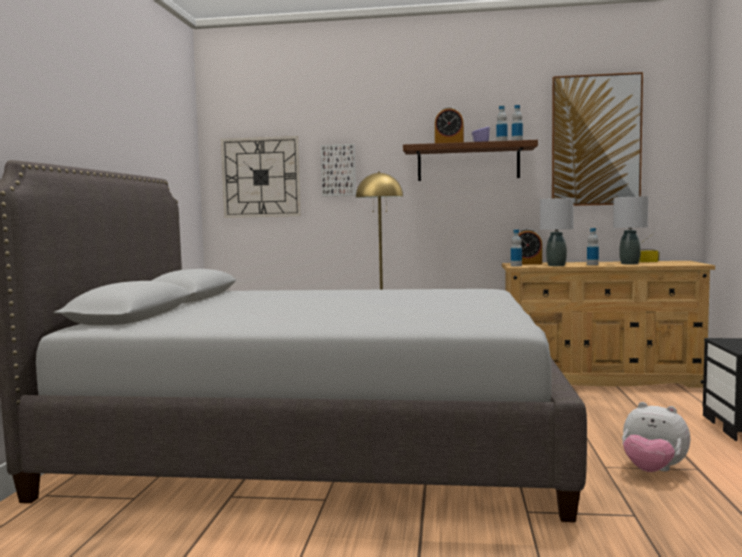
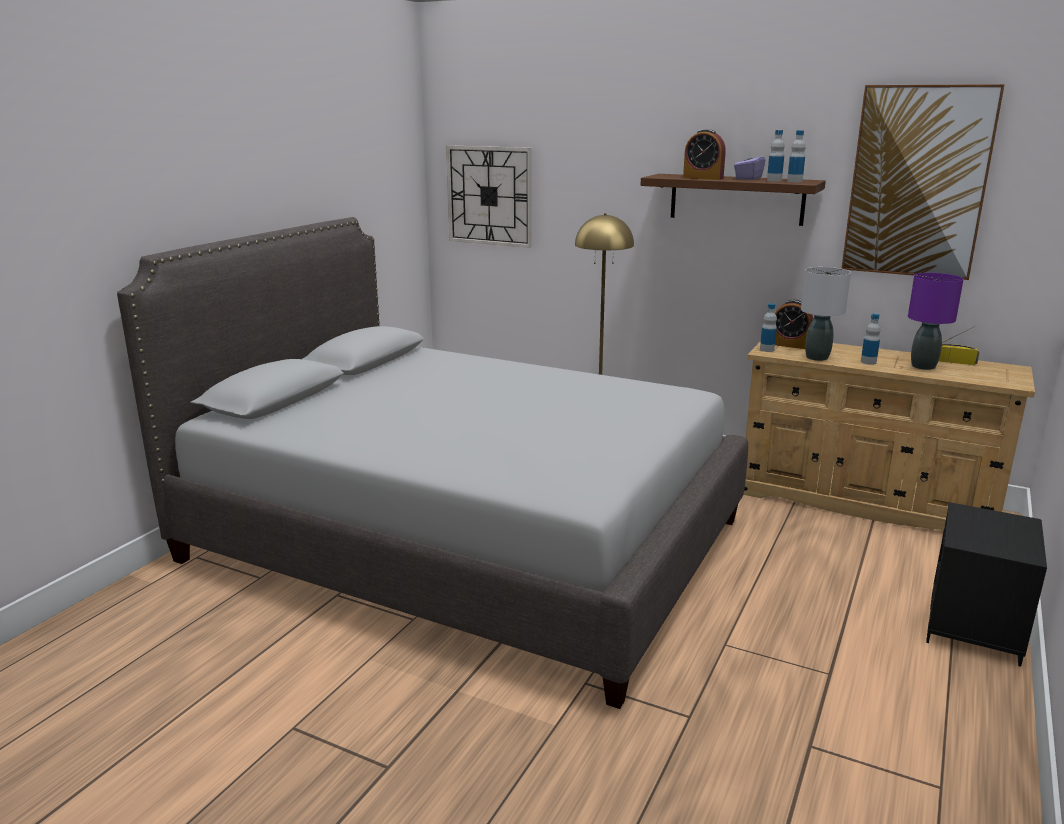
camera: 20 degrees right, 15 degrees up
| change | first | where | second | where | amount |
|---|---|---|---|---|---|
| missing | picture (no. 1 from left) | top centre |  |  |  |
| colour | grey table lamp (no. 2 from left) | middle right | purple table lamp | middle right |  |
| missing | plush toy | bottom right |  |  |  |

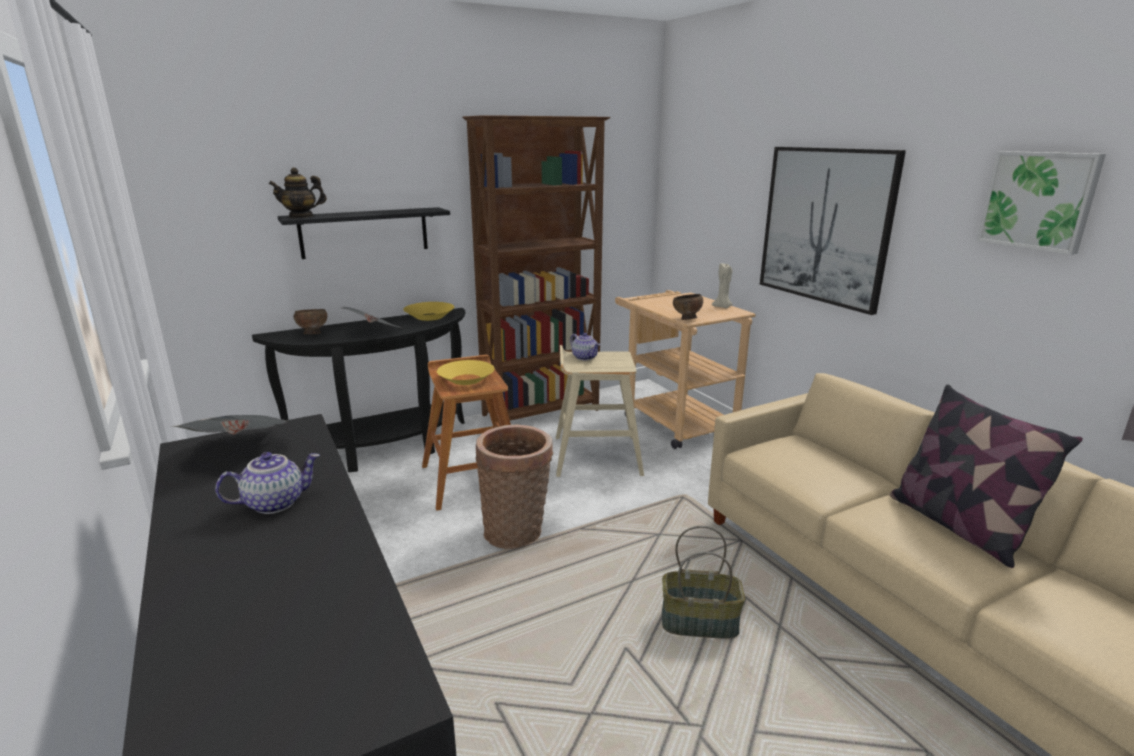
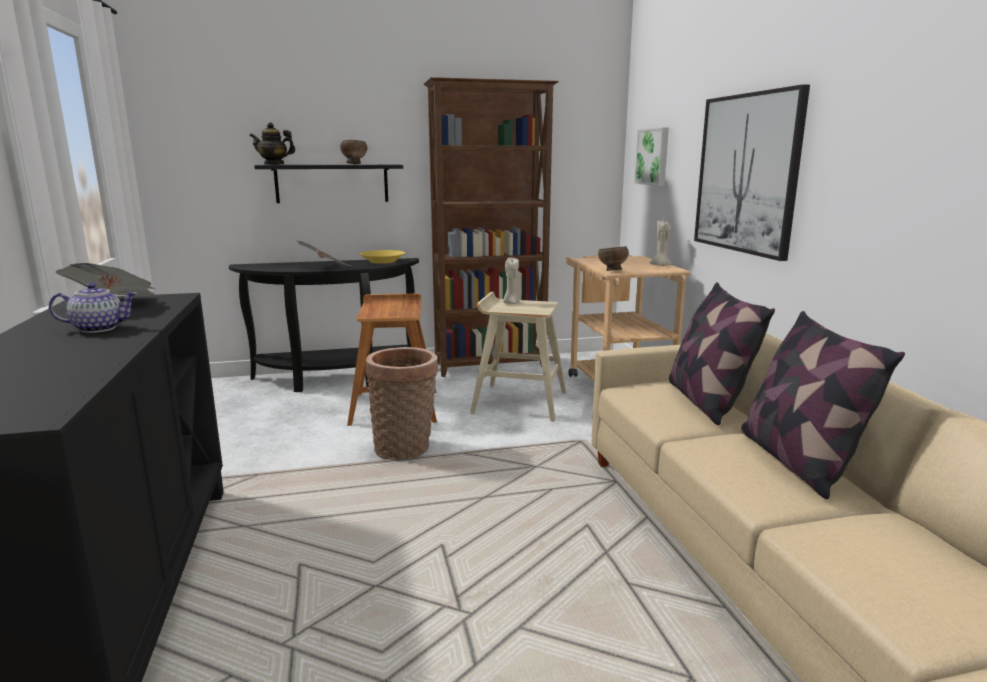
camera: 15 degrees right, 5 degrees down
| change | first | where | second | where | amount |
|---|---|---|---|---|---|
| relocated | brown bowl (no. 1 from left) | middle left |  | top centre |  |
| missing | yellow bowl (no. 2 from left) | centre |  |  |  |
| exchanged | teapot (no. 3 from left) | centre | beige candle (no. 1 from left) | centre |  |
| missing | basket (no. 2 from left) | bottom centre |  |  |  |
| relocated | picture (no. 2 from left in the first image) | top right | picture (no. 1 from left) | top centre |  |
| appeared |  |  | pillow (no. 1 from left) | middle right |  |

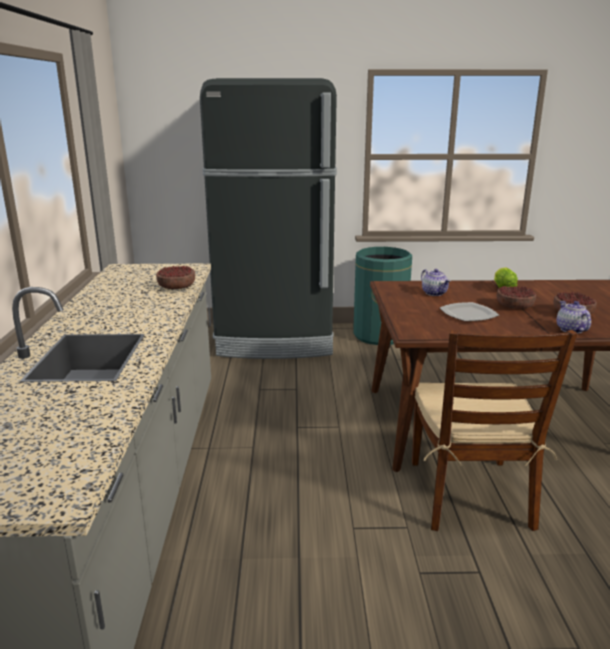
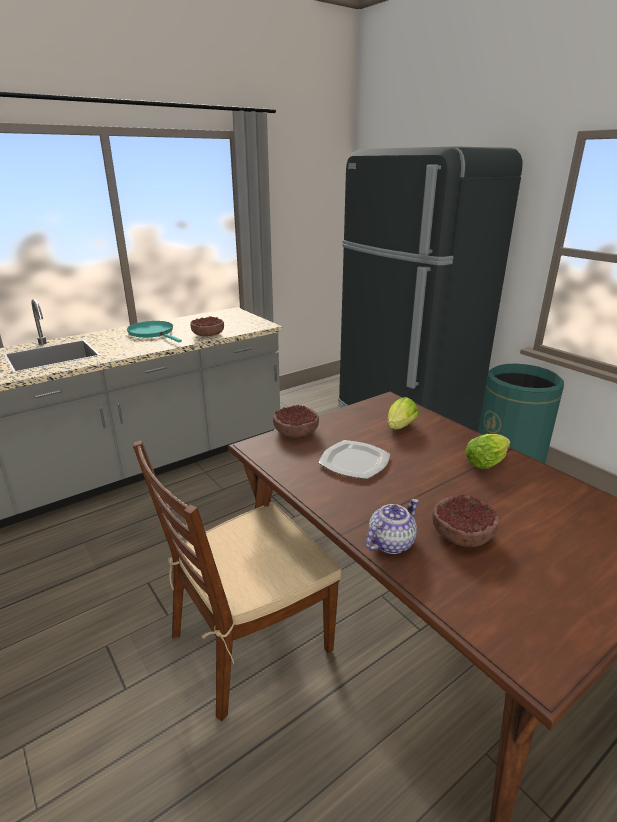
camera: 55 degrees right, 5 degrees up
| change | first | where | second | where | amount |
|---|---|---|---|---|---|
| exchanged | teapot (no. 1 from left) | middle right | lettuce (no. 1 from left) | centre |  |
| relocated | bowl (no. 2 from left) | middle right |  | centre |  |
| appeared |  |  | turquoise frying pan | middle left |  |

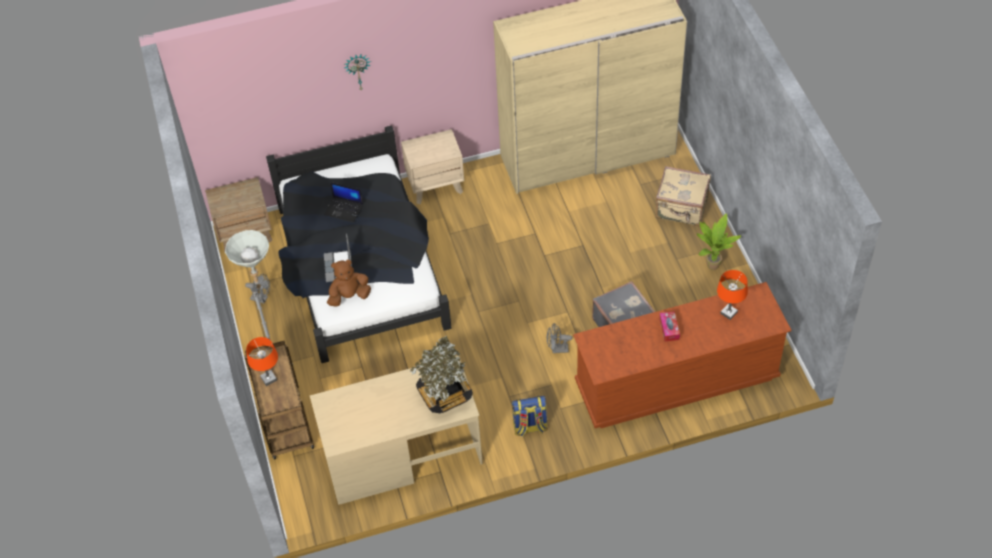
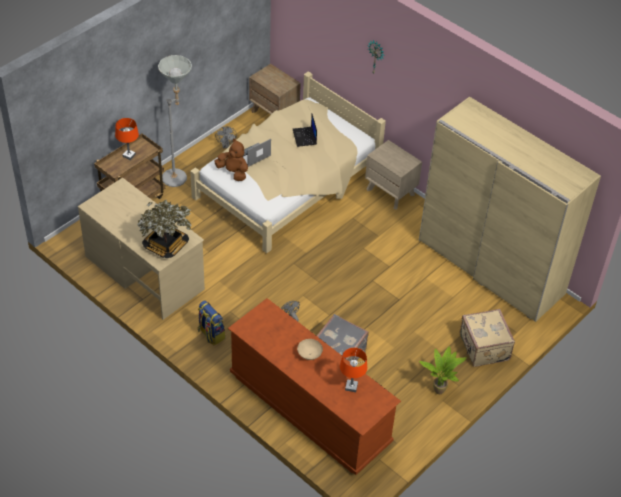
camera: 55 degrees right, 5 degrees down
| change | first | where | second | where | amount |
|---|---|---|---|---|---|
| colour | black bed | centre | beige bed | top centre |  |
| exchanged | tissue box | middle right | beige bowl | bottom centre |  |

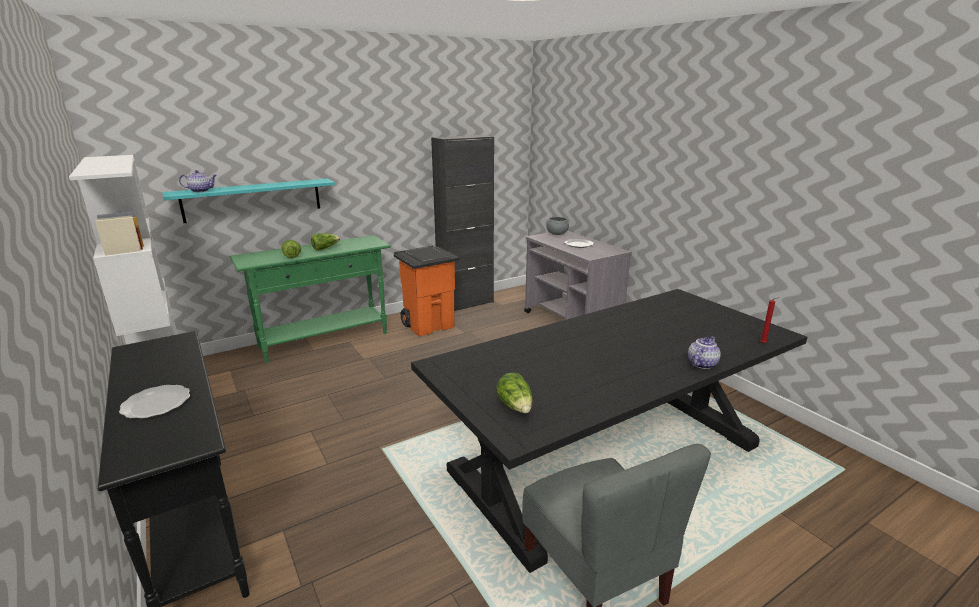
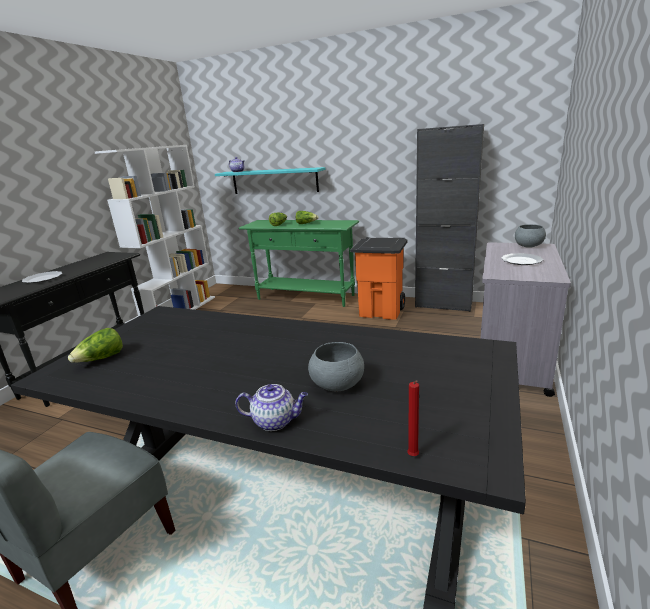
camera: 55 degrees right, 0 degrees up
| change | first | where | second | where | amount |
|---|---|---|---|---|---|
| appeared |  |  | grey bowl (no. 1 from left) | centre |  |

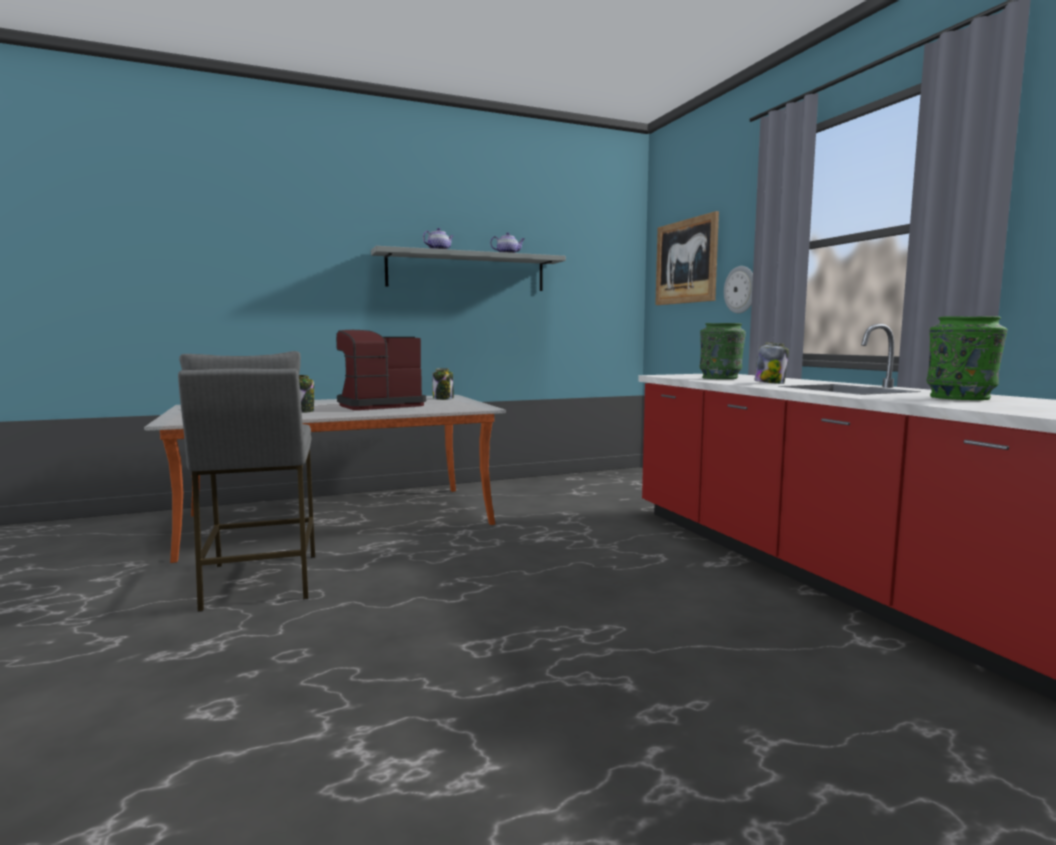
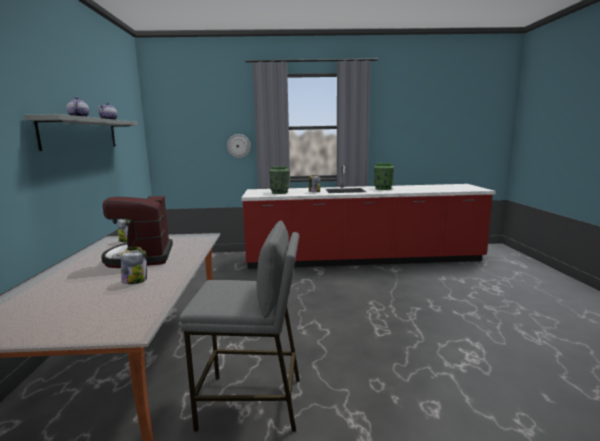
camera: 70 degrees left, 5 degrees up
| change | first | where | second | where | amount |
|---|---|---|---|---|---|
| missing | picture | top centre |  |  |  |

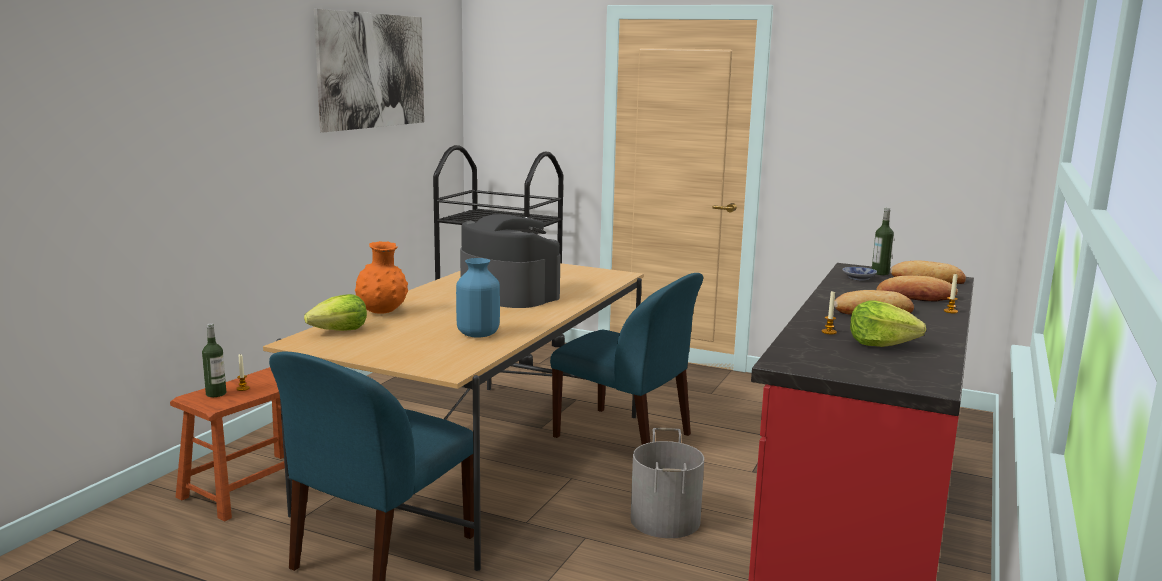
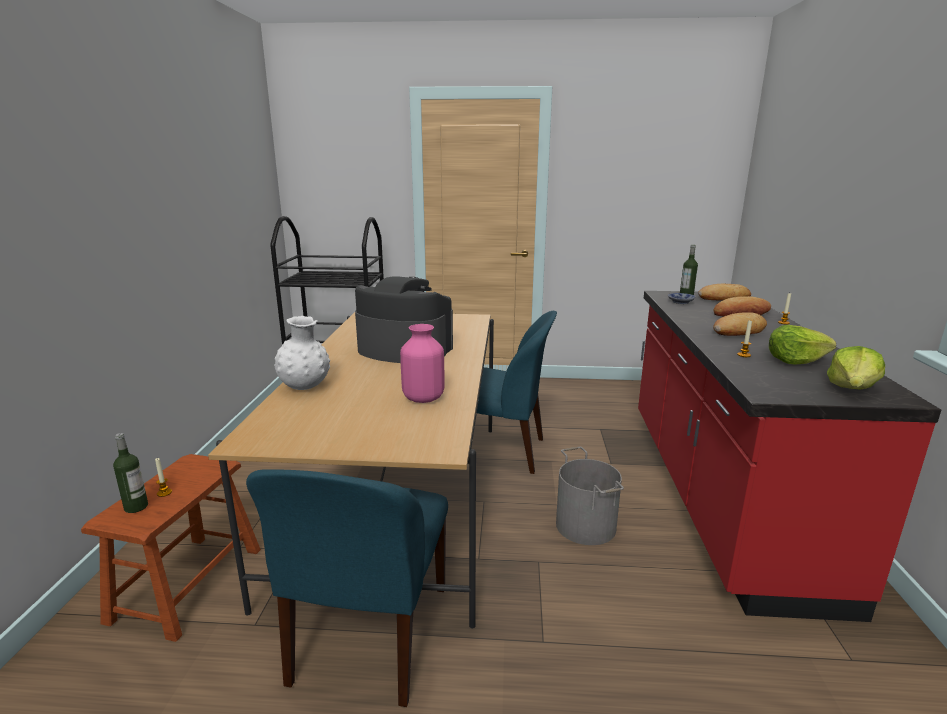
camera: 20 degrees left, 5 degrees up
| change | first | where | second | where | amount |
|---|---|---|---|---|---|
| relocated | lettuce (no. 1 from left in the first image) | middle left | lettuce (no. 2 from left) | middle right |  |
| missing | picture | top left |  |  |  |
| colour | orange vase | middle left | white vase | middle left |  |
| colour | blue vase | centre | pink vase | centre |  |

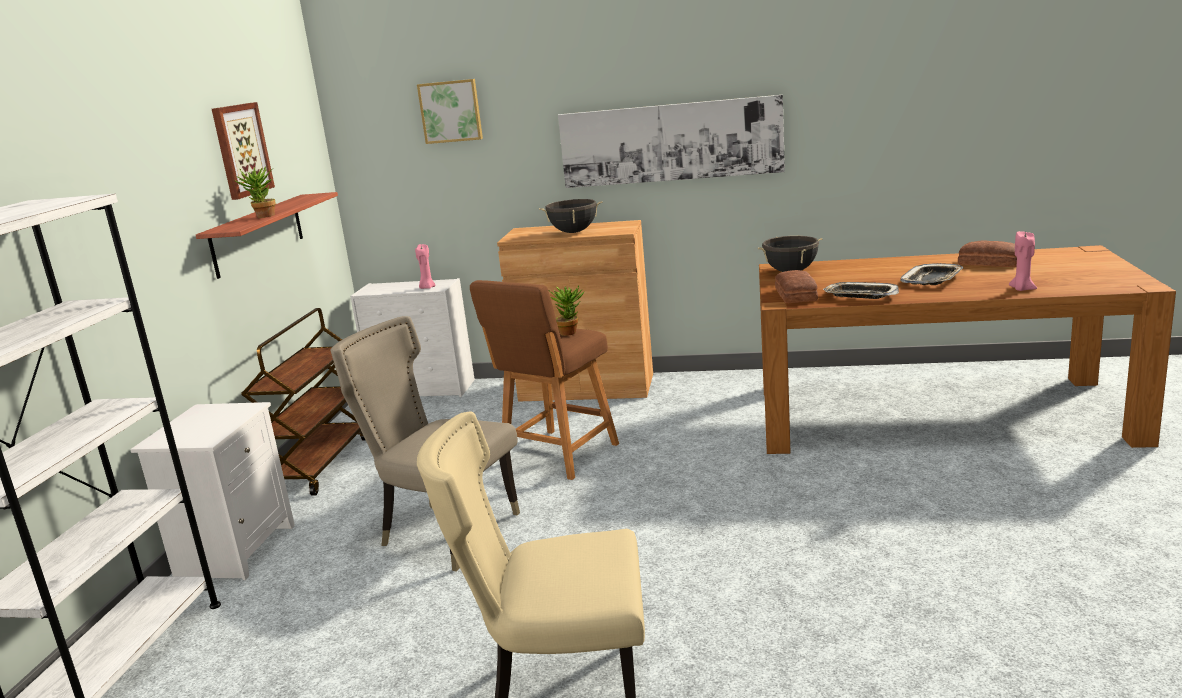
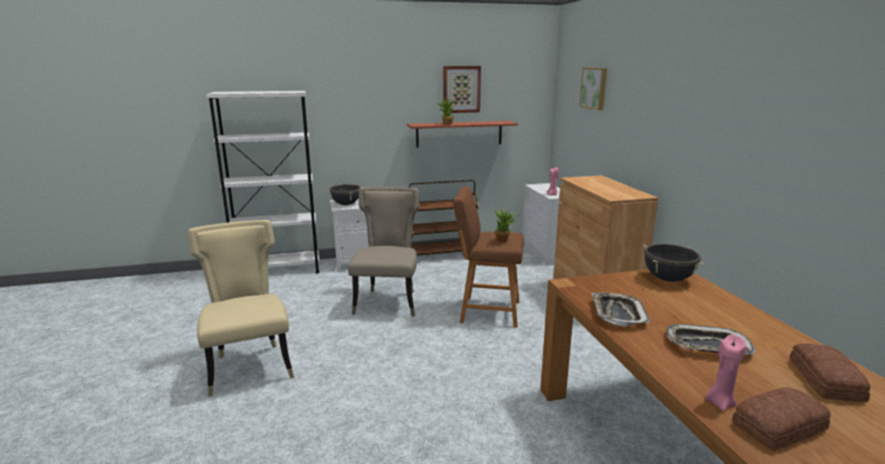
camera: 65 degrees right, 0 degrees up
| change | first | where | second | where | amount |
|---|---|---|---|---|---|
| relocated | black cooking pot (no. 1 from left) | top centre |  | centre |  |
| missing | picture (no. 3 from left) | top centre |  |  |  |
| relocated | bread (no. 1 from left) | middle right |  | bottom right |  |

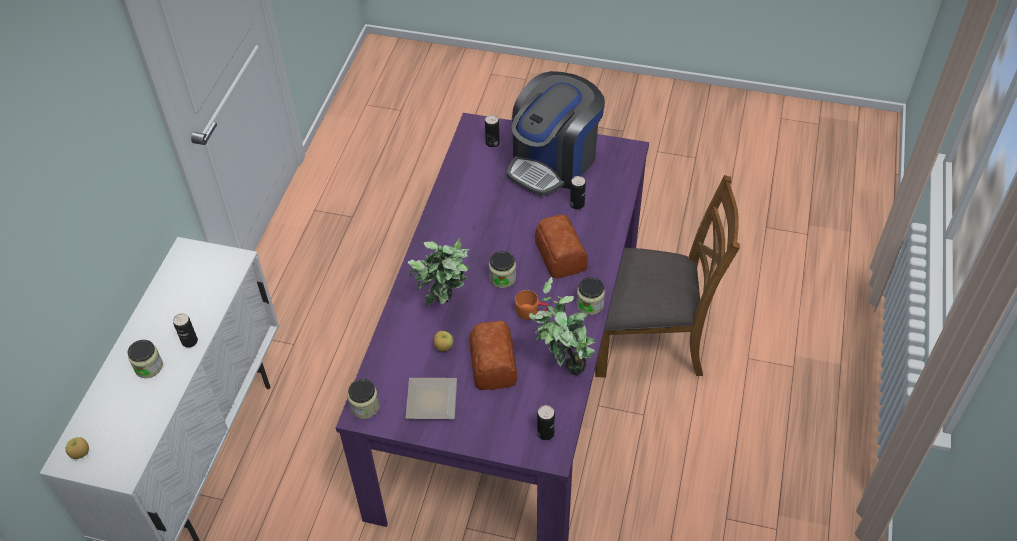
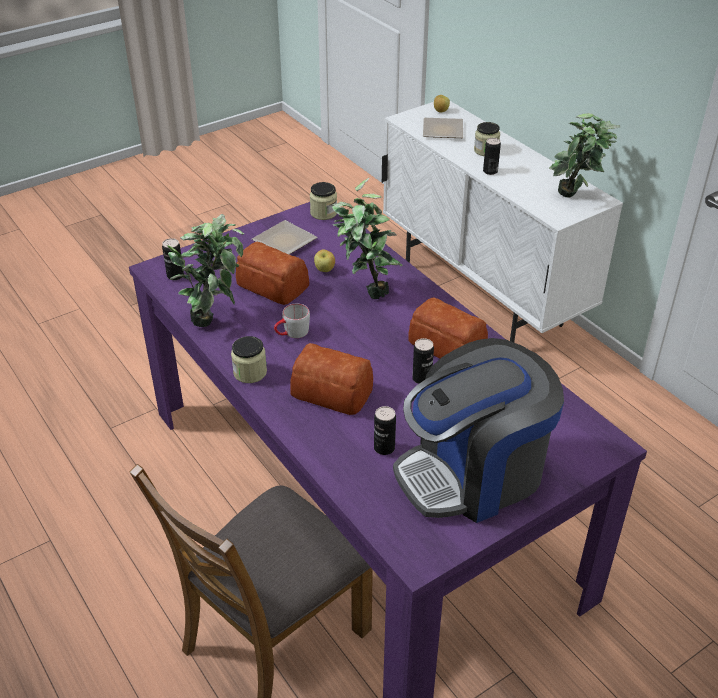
camera: 130 degrees right, 10 degrees down
| change | first | where | second | where | amount |
|---|---|---|---|---|---|
| relocated | can (no. 2 from left in the first image) | top centre | can (no. 3 from left) | centre |  |
| missing | jar (no. 3 from left) | centre |  |  |  |
| spun | coffee machine | top centre |  | centre | 105 degrees counterclockwise |
| colour | orange mug | centre | grey mug | centre |  |
| appeared |  |  | bread (no. 3 from left) | centre |  |
| appeared |  |  | plate (no. 2 from left) | top centre |  |
| appeared |  |  | potted plant (no. 3 from left) | top right |  |

